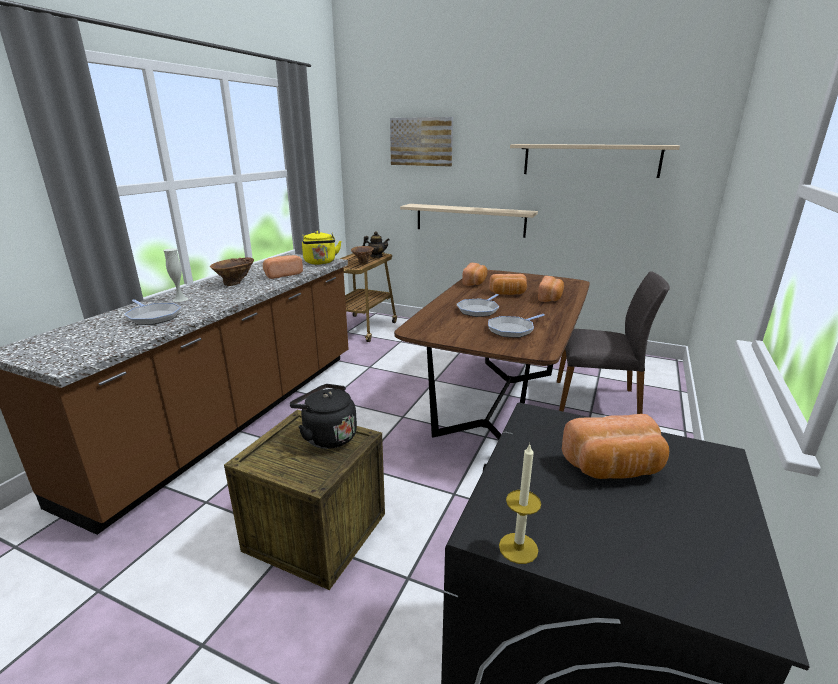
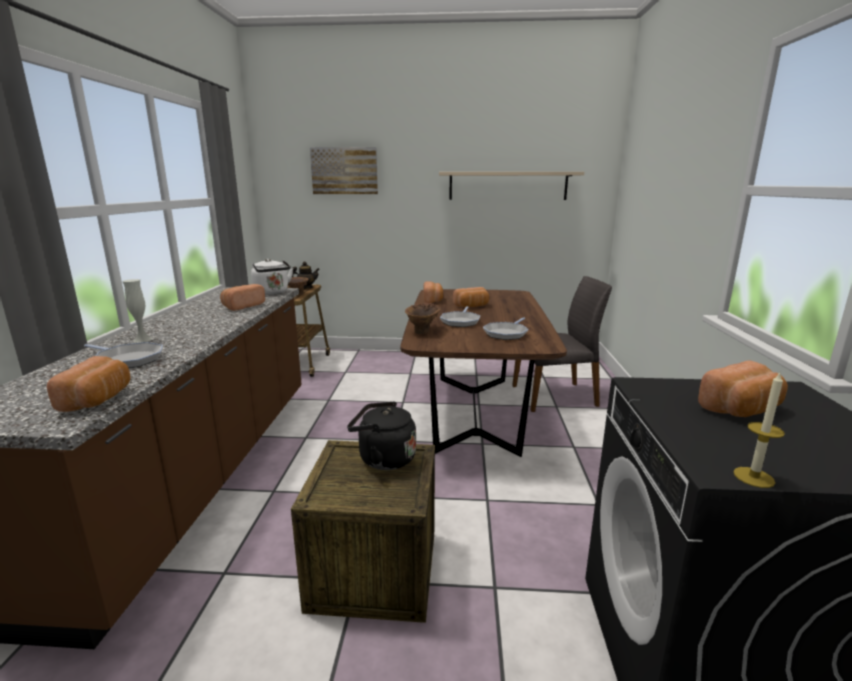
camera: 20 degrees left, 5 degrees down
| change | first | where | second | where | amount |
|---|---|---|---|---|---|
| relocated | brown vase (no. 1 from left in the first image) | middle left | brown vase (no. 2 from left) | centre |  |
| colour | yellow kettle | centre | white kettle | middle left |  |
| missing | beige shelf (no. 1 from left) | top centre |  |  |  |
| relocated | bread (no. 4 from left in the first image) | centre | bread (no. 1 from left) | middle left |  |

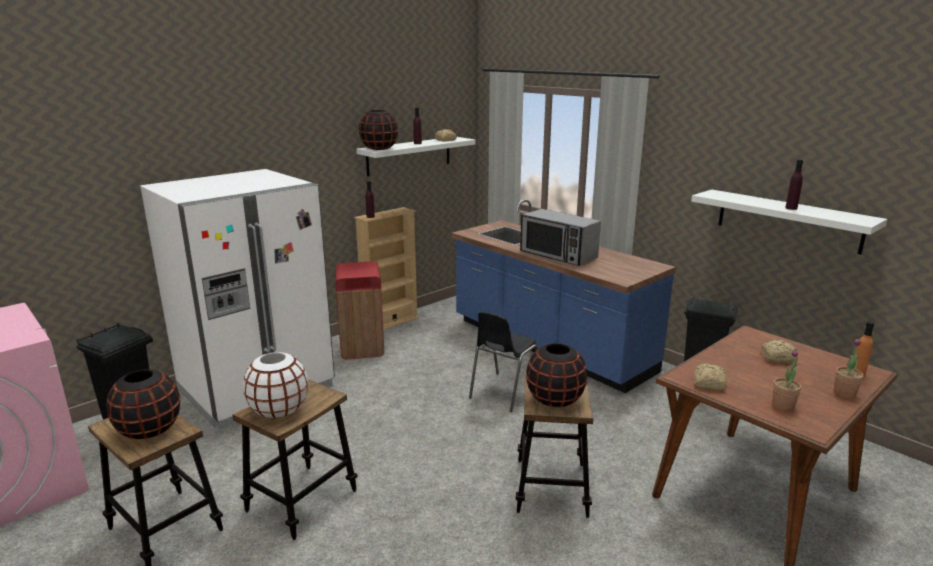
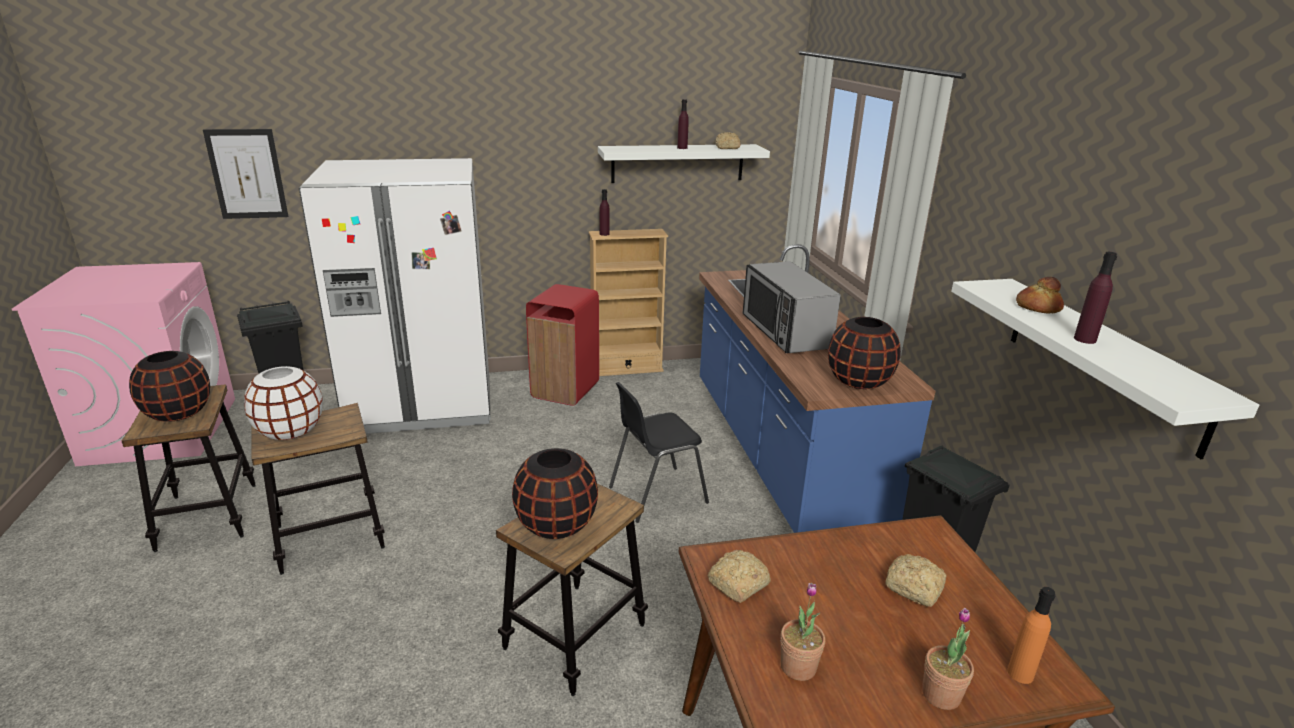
camera: 30 degrees right, 5 degrees up
| change | first | where | second | where | amount |
|---|---|---|---|---|---|
| relocated | black vase (no. 2 from left in the first image) | top centre | black vase (no. 3 from left) | middle right |  |
| appeared |  |  | picture | top left |  |
| appeared |  |  | bread (no. 4 from left) | middle right |  |

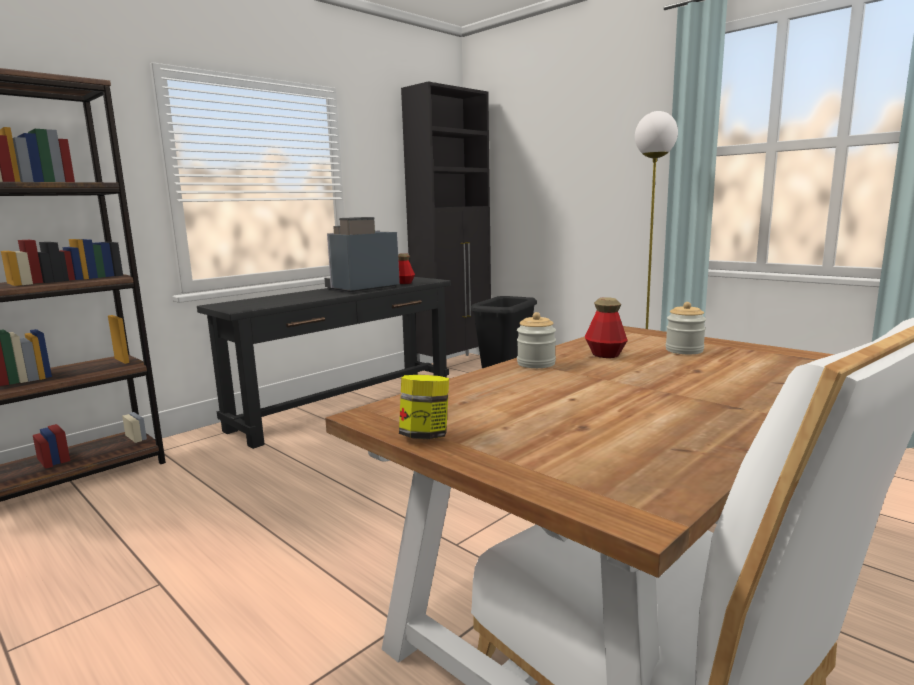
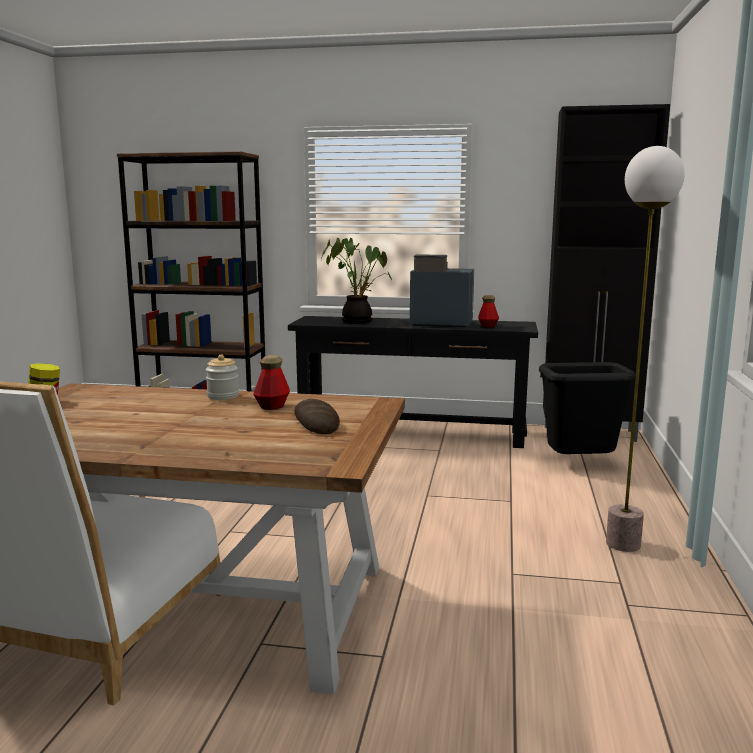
camera: 55 degrees right, 0 degrees up
| change | first | where | second | where | amount |
|---|---|---|---|---|---|
| exchanged | jar (no. 3 from left) | middle right | bread | centre |  |
| appeared |  |  | potted plant | centre |  |

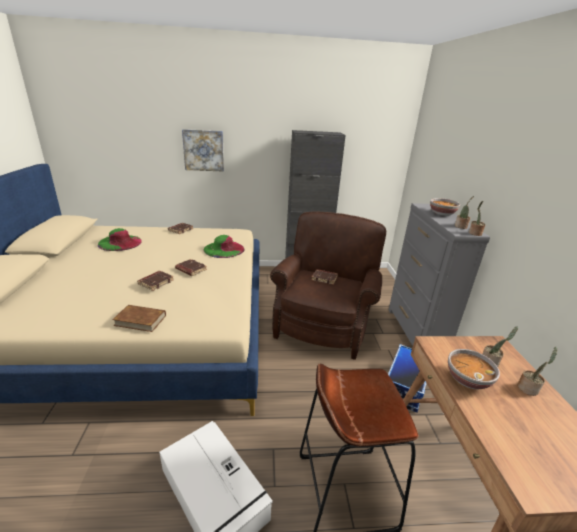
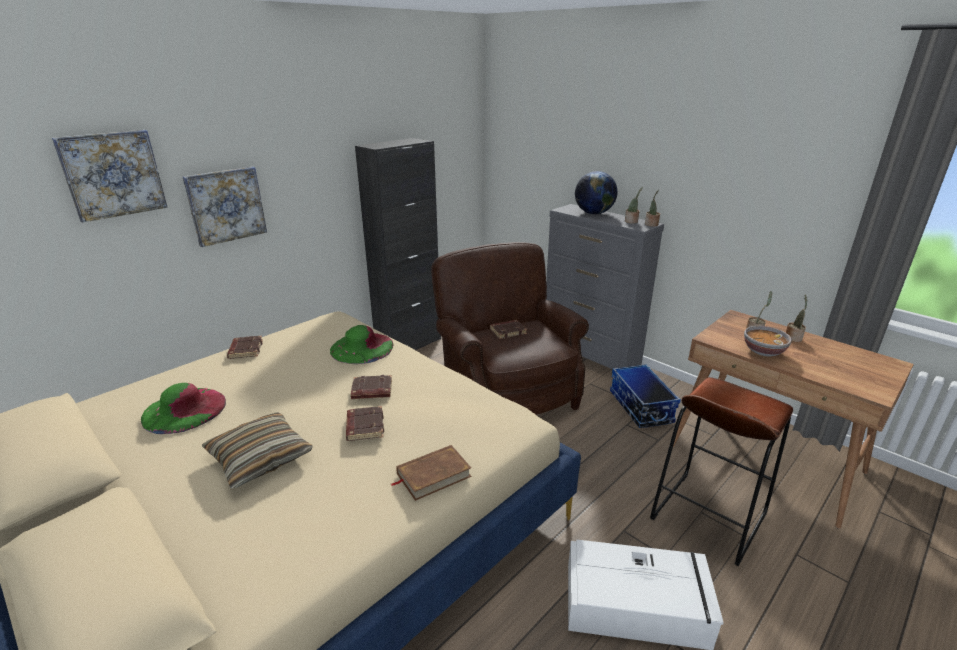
camera: 40 degrees left, 0 degrees up
| change | first | where | second | where | amount |
|---|---|---|---|---|---|
| exchanged | bowl (no. 1 from left) | middle right | globe | top centre |  |
| appeared |  |  | picture (no. 1 from left) | top left |  |
| appeared |  |  | pillow | bottom left |  |

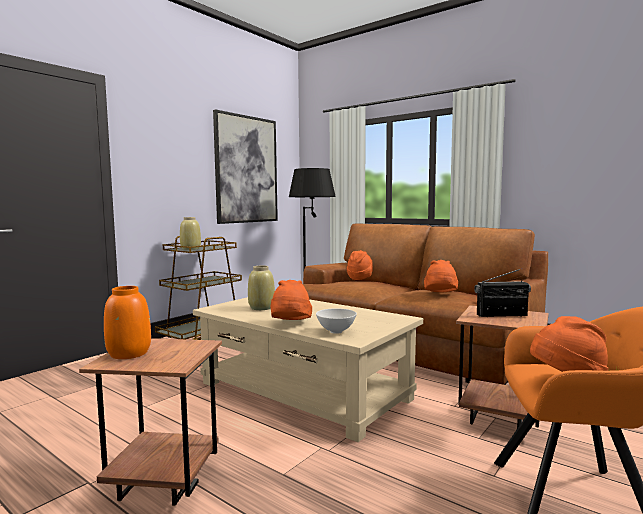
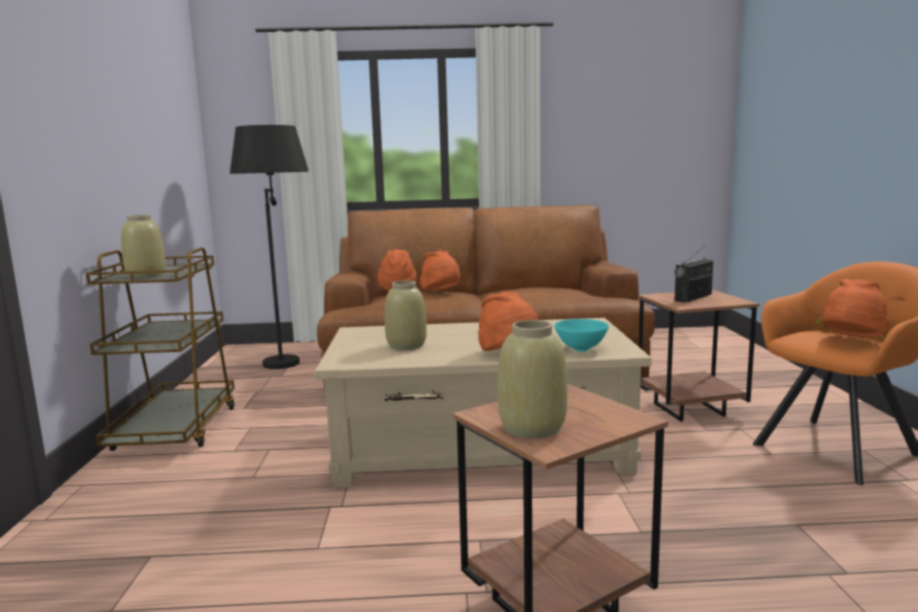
camera: 40 degrees left, 5 degrees up
| change | first | where | second | where | amount |
|---|---|---|---|---|---|
| colour | orange vase | middle left | beige vase (no. 3 from left) | centre |  |
| missing | picture | top centre |  |  |  |
| colour | white bowl | centre | turquoise bowl | centre |  |
| relocated | orange hat (no. 3 from left in the first image) | middle right | orange hat (no. 2 from left) | centre |  |

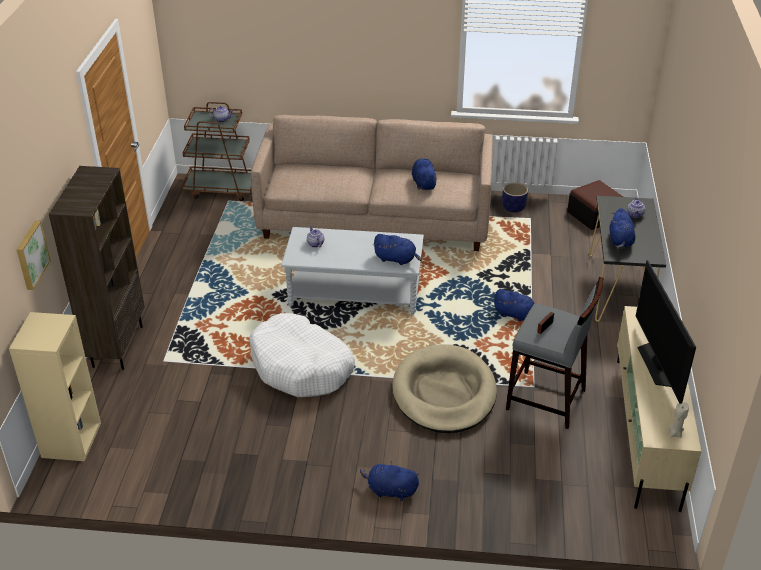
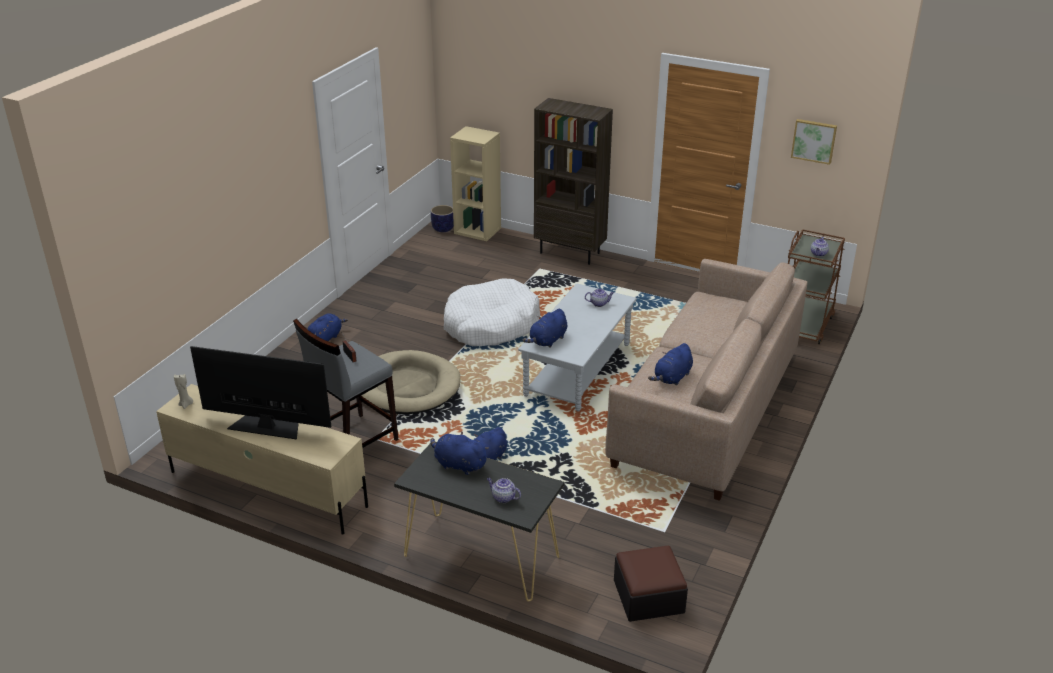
camera: 110 degrees right, 5 degrees down
| change | first | where | second | where | amount |
|---|---|---|---|---|---|
| relocated | picture | middle left |  | top right |  |
| spun | blue plush toy (no. 3 from left in the first image) | top centre | blue plush toy (no. 5 from left) | centre | 120 degrees clockwise |
| relocated | planter | middle right |  | top centre |  |

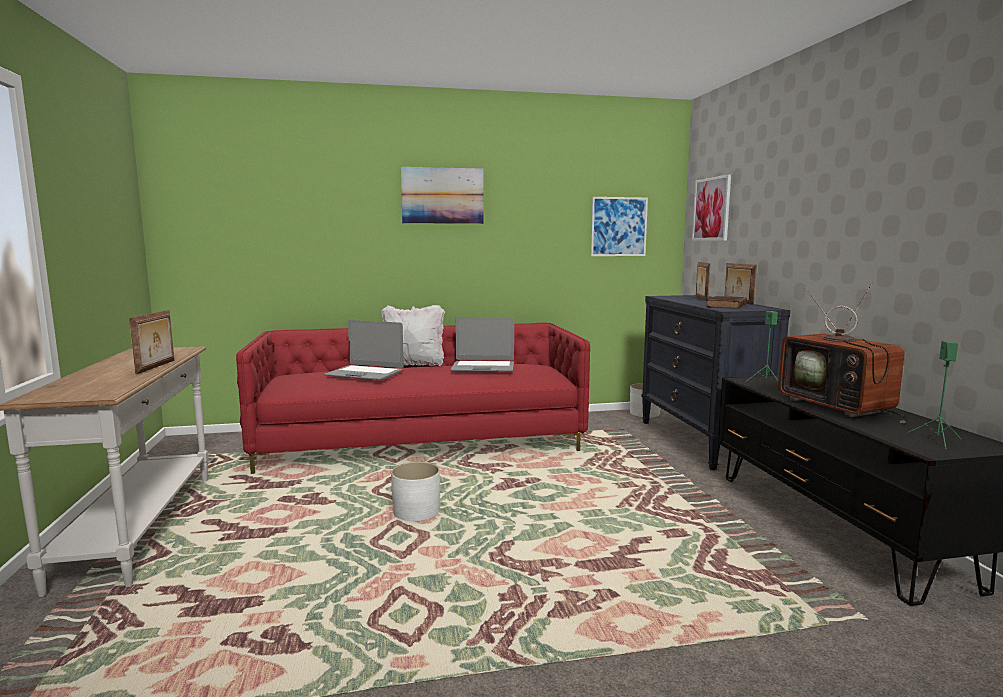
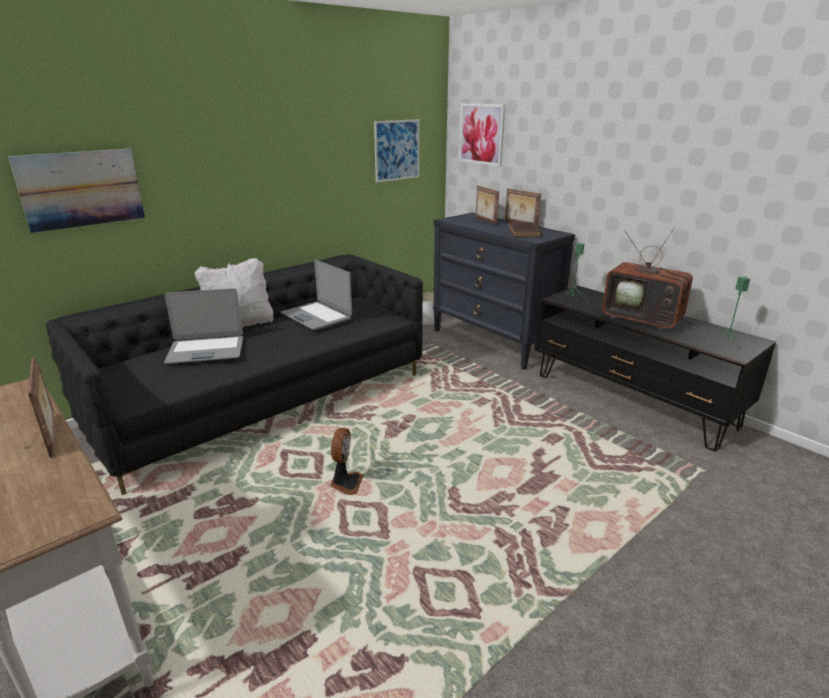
camera: 30 degrees left, 15 degrees up
| change | first | where | second | where | amount |
|---|---|---|---|---|---|
| colour | red sofa | centre | black sofa | middle left |  |
| exchanged | white planter (no. 1 from left) | bottom centre | fan | centre |  |
| relocated | picture (no. 1 from left) | top centre |  | top left |  |
| spun | laptop (no. 2 from left) | centre |  | centre | 75 degrees clockwise |

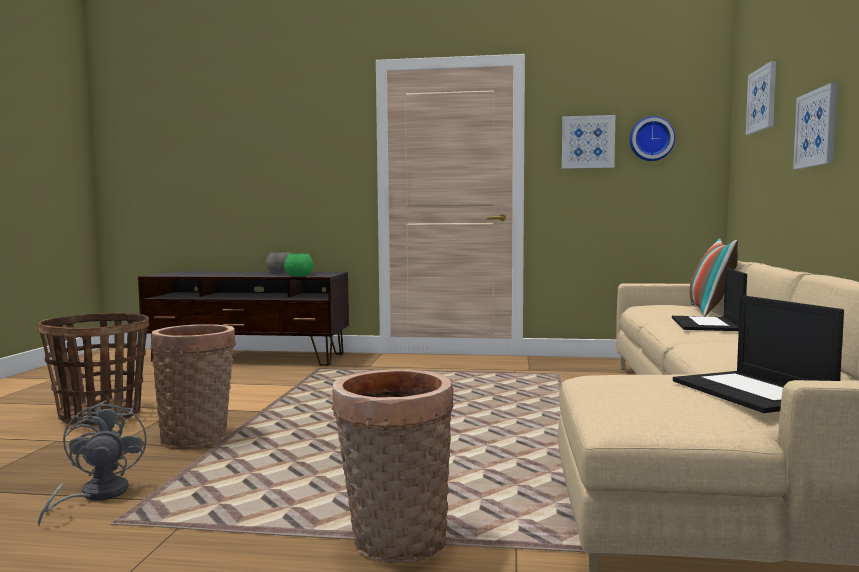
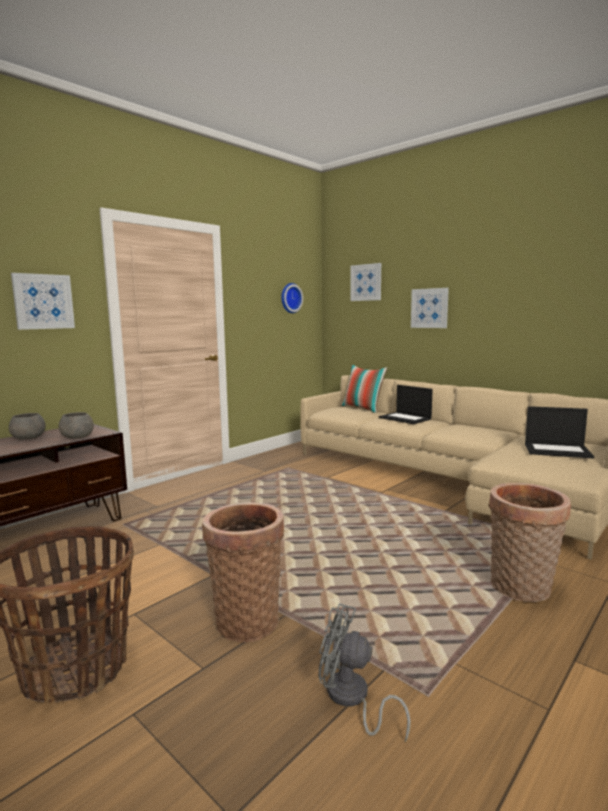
camera: 55 degrees left, 5 degrees up
| change | first | where | second | where | amount |
|---|---|---|---|---|---|
| colour | green bowl | centre | grey bowl (no. 2 from left) | middle left |  |
| relocated | picture (no. 1 from left) | top right |  | middle left |  |

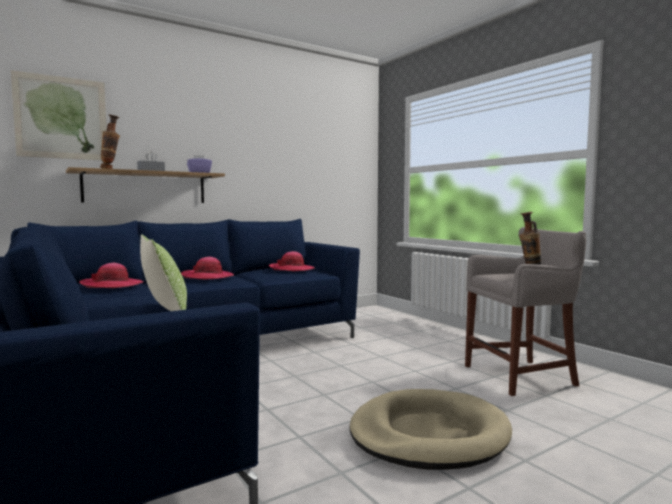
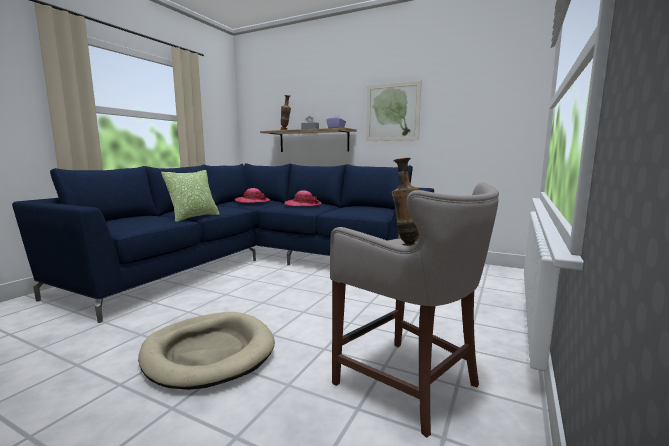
camera: 60 degrees right, 5 degrees up
| change | first | where | second | where | amount |
|---|---|---|---|---|---|
| relocated | picture | top left |  | top centre |  |
| missing | hat (no. 3 from left) | centre |  |  |  |

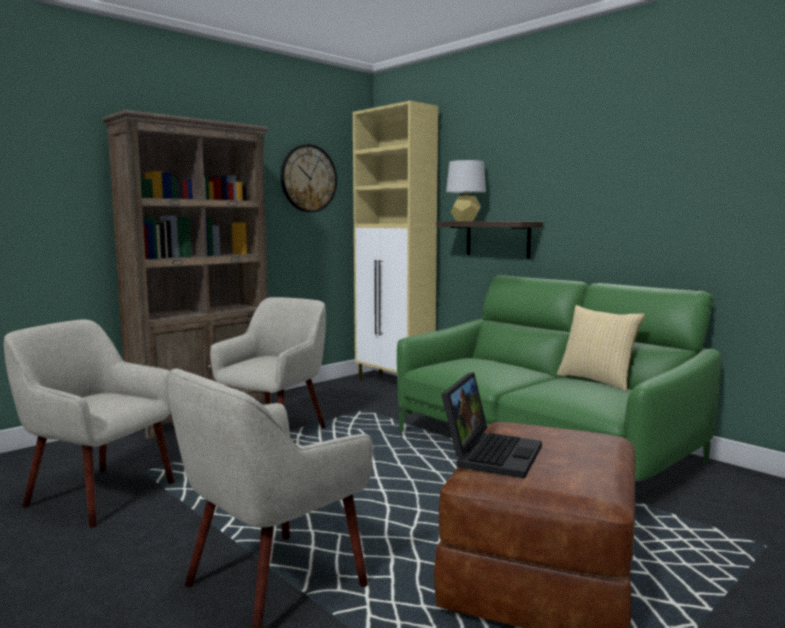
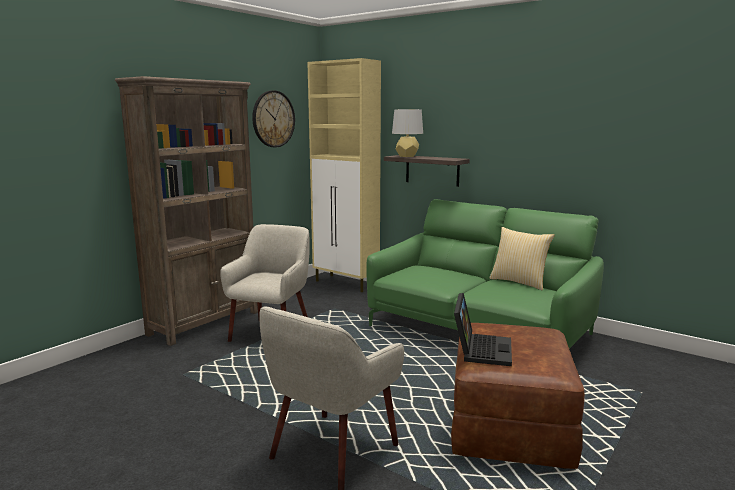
camera: 10 degrees left, 5 degrees up
| change | first | where | second | where | amount |
|---|---|---|---|---|---|
| missing | beige armchair (no. 1 from left) | bottom left |  |  |  |

